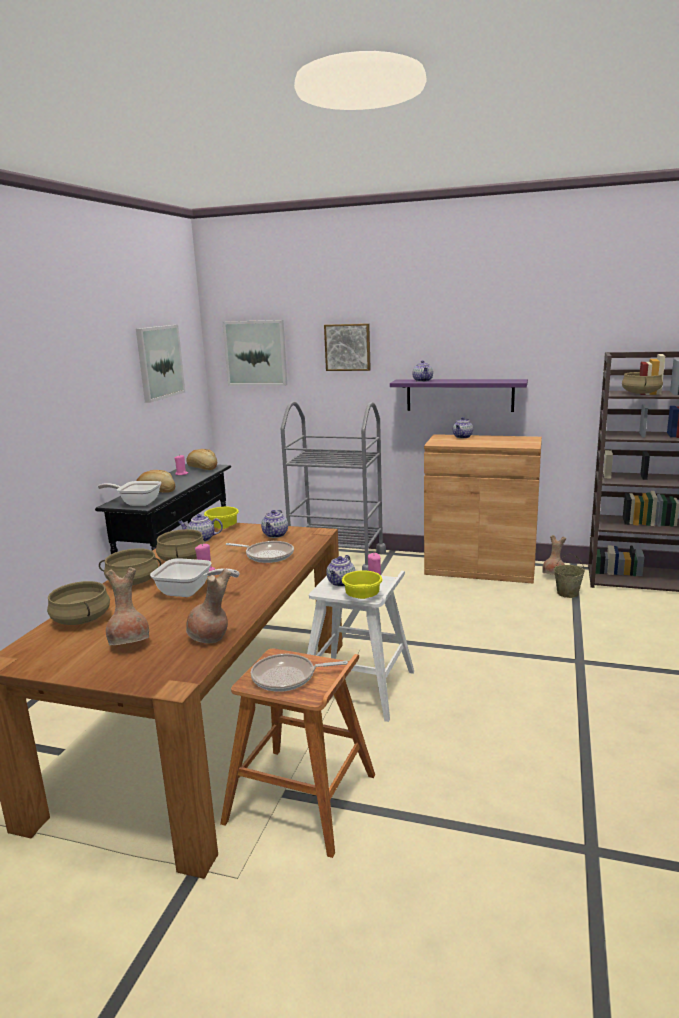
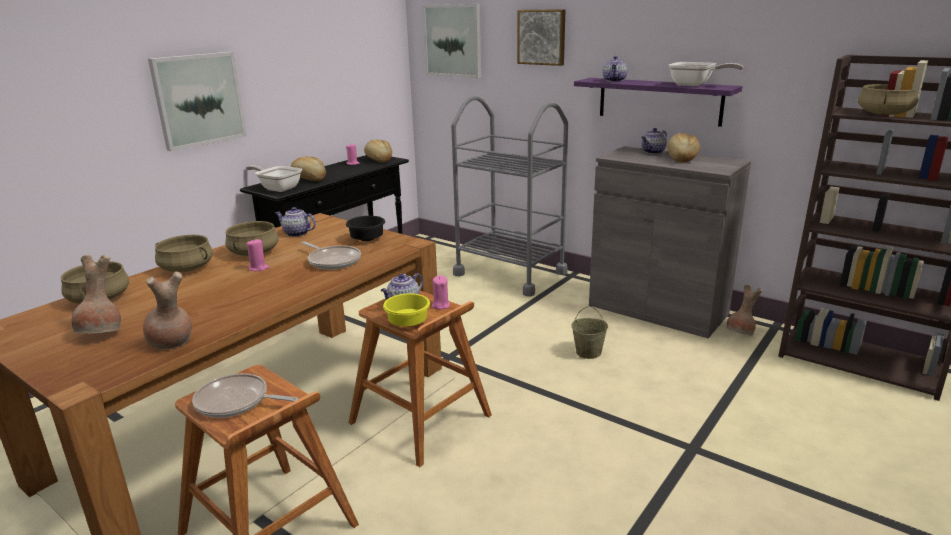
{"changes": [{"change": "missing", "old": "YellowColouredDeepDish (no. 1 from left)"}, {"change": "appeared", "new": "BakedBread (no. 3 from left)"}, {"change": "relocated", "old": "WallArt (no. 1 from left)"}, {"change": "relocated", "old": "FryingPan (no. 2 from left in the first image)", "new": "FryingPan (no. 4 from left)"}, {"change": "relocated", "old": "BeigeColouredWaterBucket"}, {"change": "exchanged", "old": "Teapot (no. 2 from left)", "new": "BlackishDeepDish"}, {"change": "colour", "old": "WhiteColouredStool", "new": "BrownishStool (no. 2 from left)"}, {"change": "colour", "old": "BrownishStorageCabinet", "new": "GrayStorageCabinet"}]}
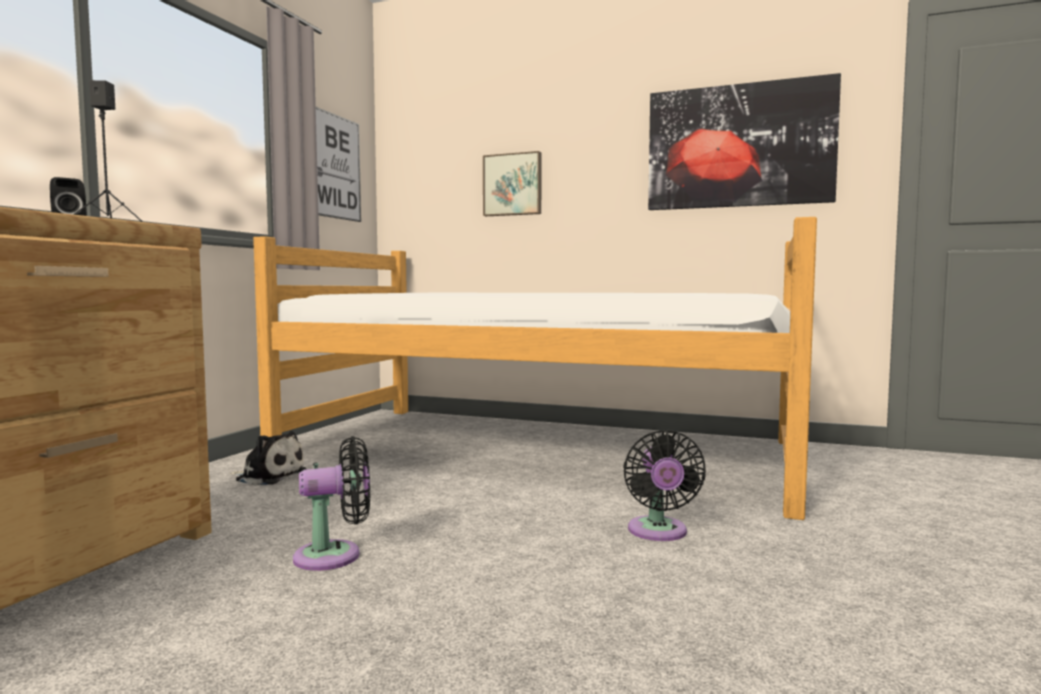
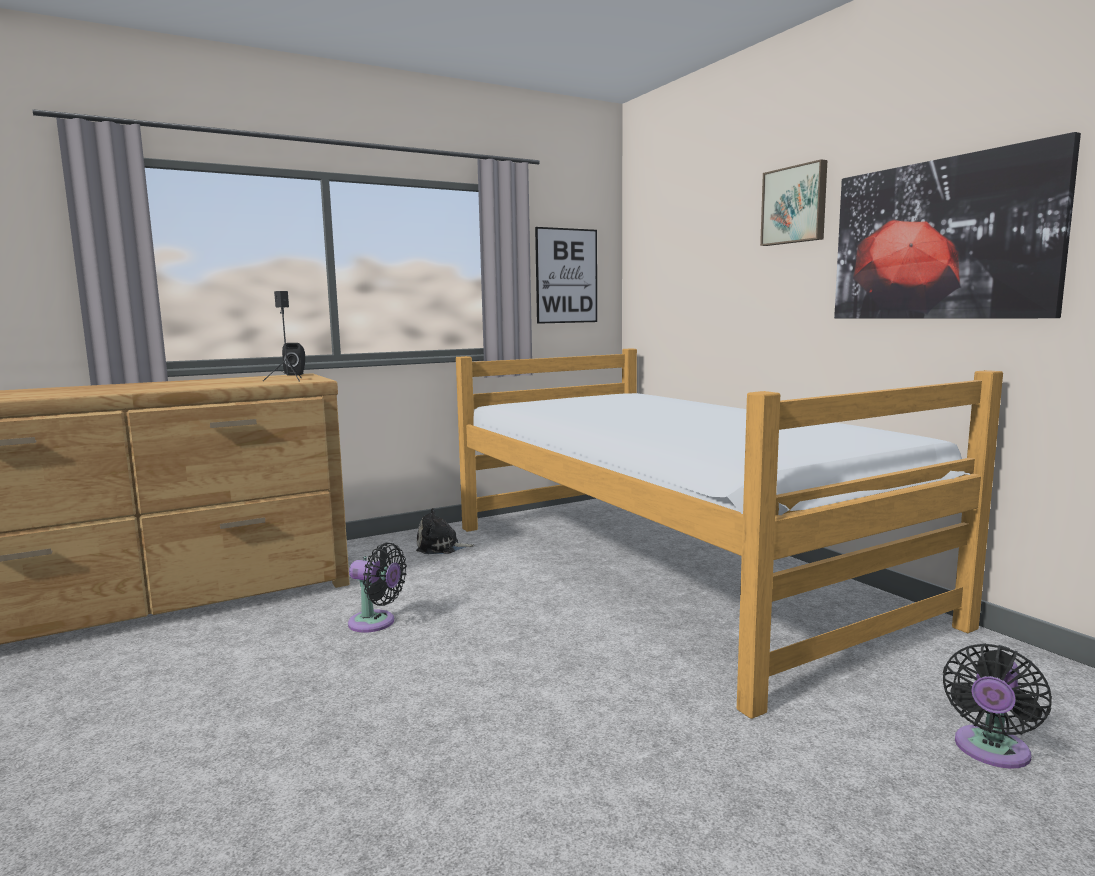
{"changes": [{"change": "relocated", "old": "WallArt (no. 2 from left)"}, {"change": "relocated", "old": "BlackishCoolingFan (no. 2 from left)"}, {"change": "spun", "old": "PlushToy", "degrees": 120}]}
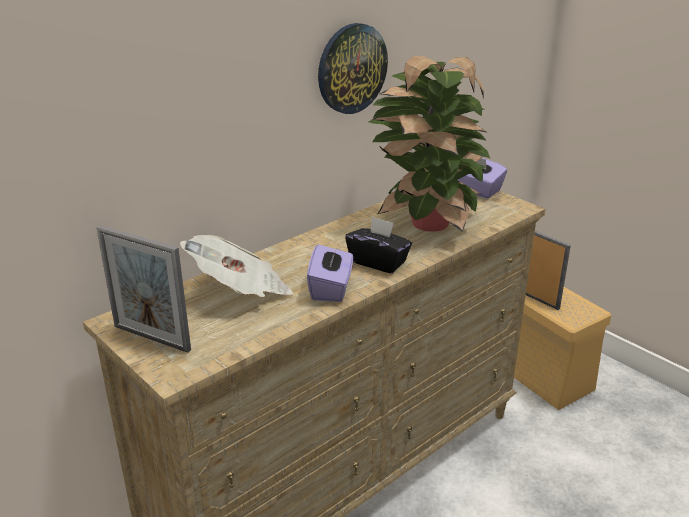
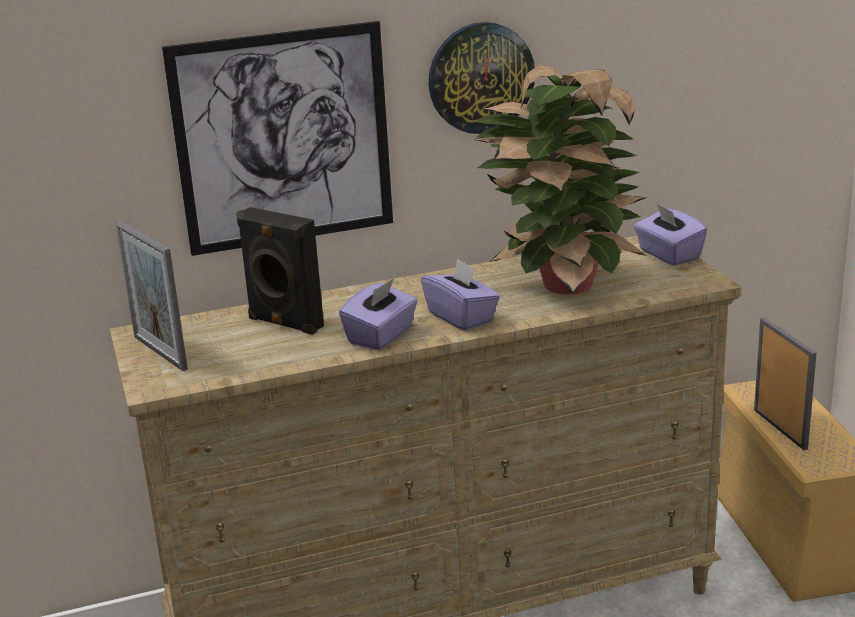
{"changes": [{"change": "appeared", "new": "WallArt"}, {"change": "exchanged", "old": "Newspaper", "new": "BlackishSpeaker"}, {"change": "colour", "old": "BlackishBoxOfTissues", "new": "PurplishBoxOfTissues (no. 2 from left)"}]}
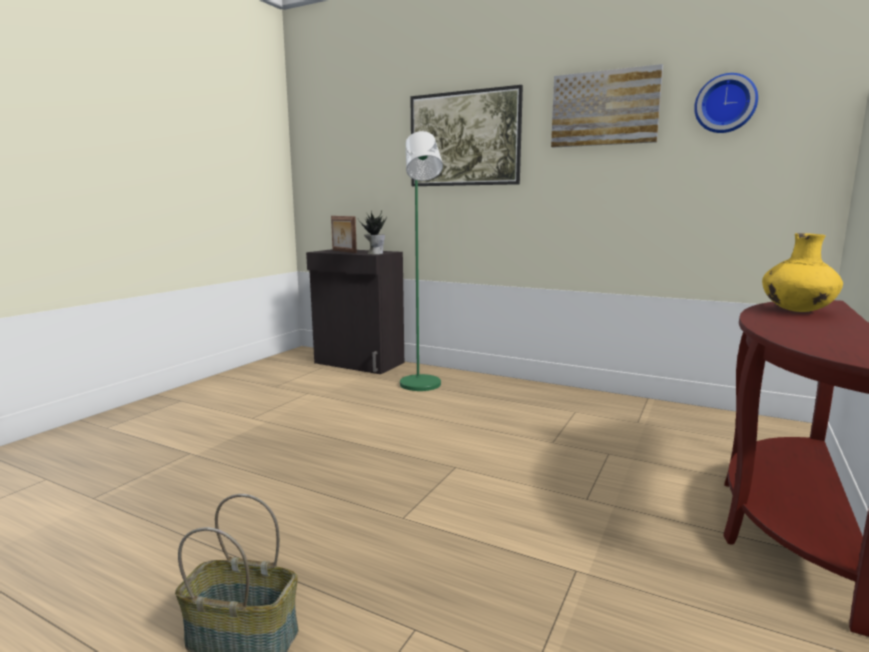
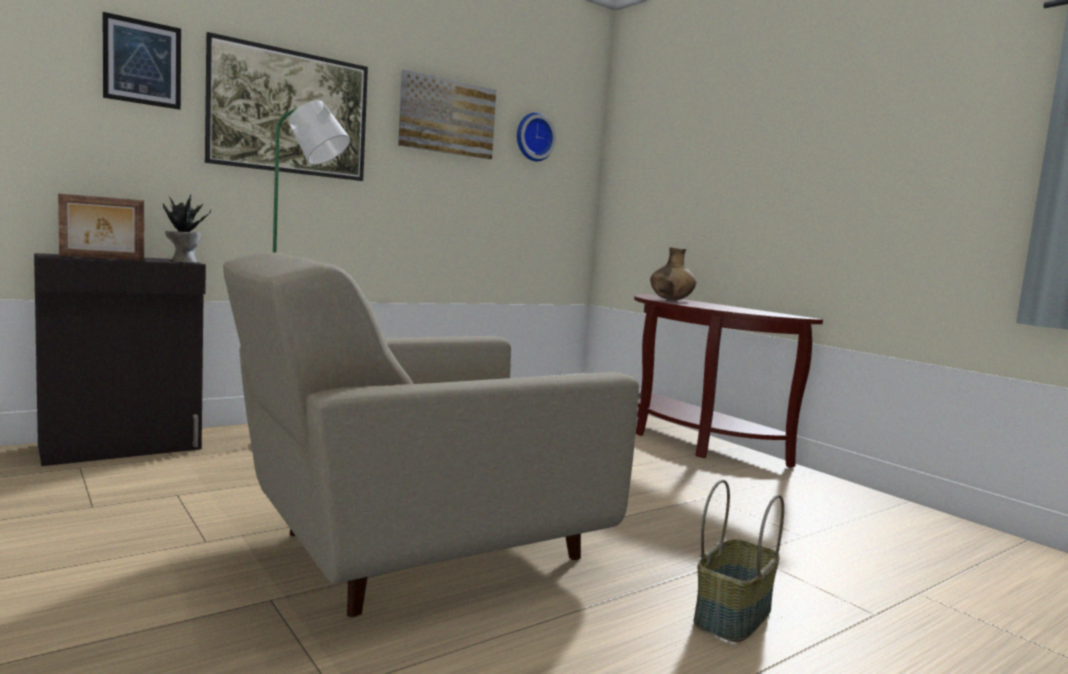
{"changes": [{"change": "appeared", "new": "WallArt (no. 1 from left)"}, {"change": "appeared", "new": "BeigeColouredArmchair"}, {"change": "colour", "old": "YellowColouredVase", "new": "BrownishVase"}]}
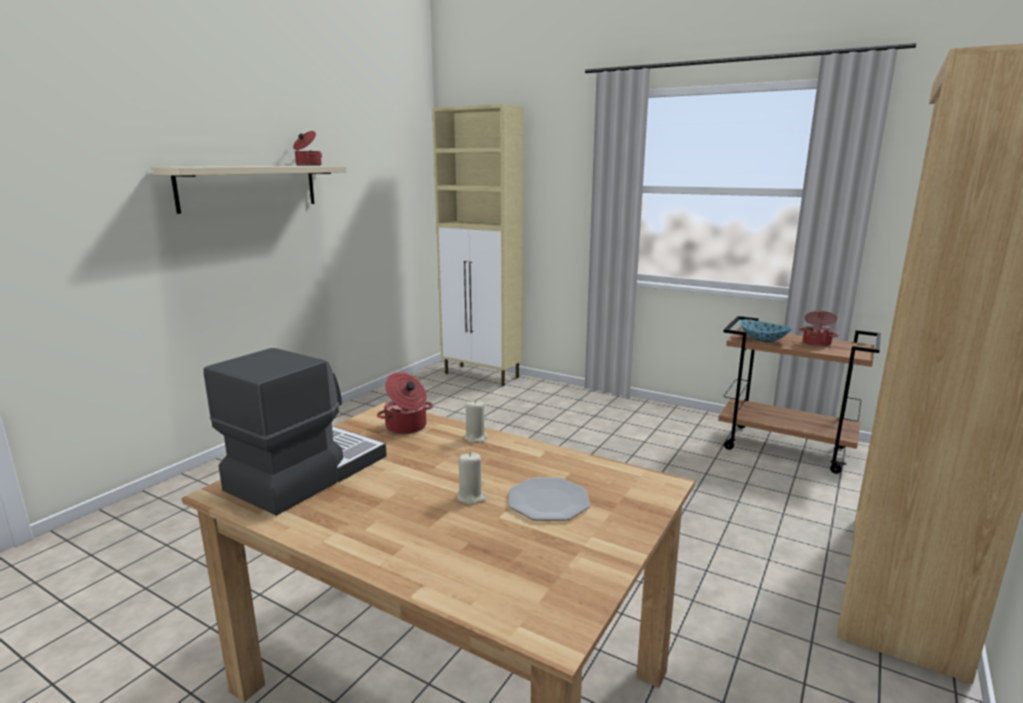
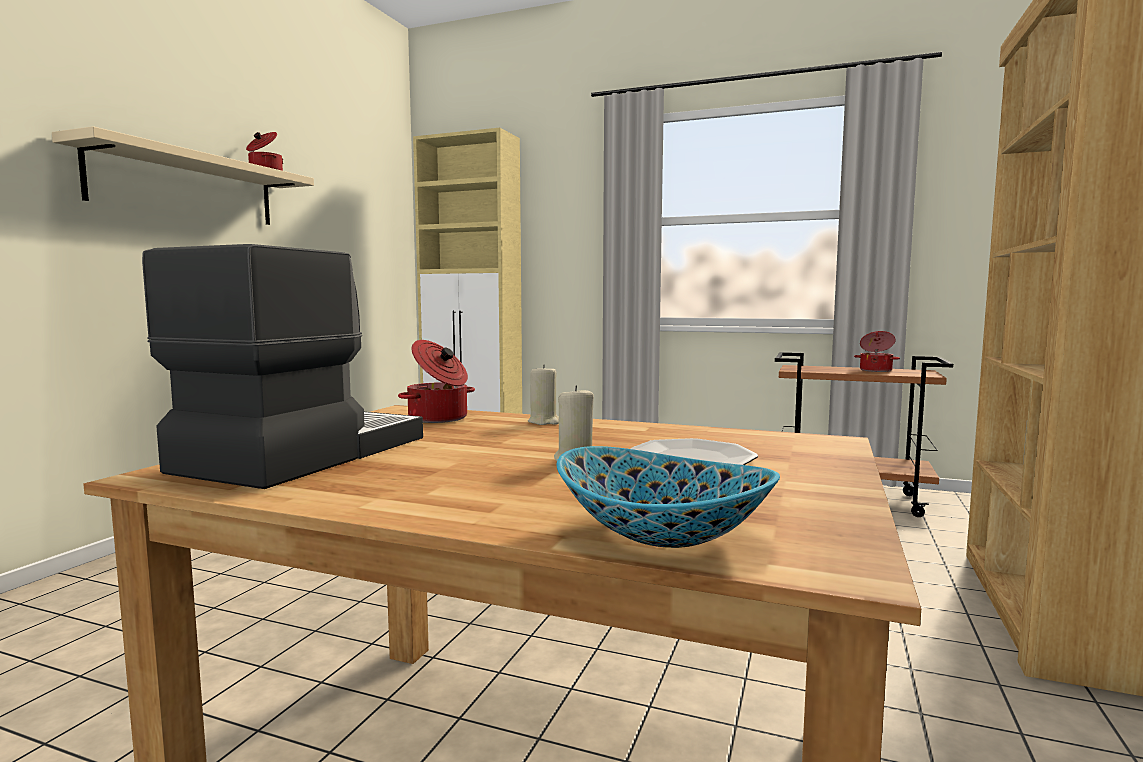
{"changes": [{"change": "relocated", "old": "DeepDish"}]}
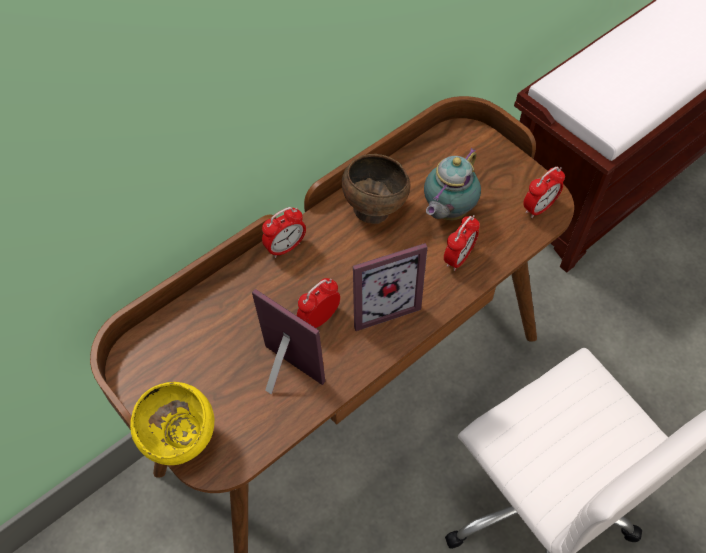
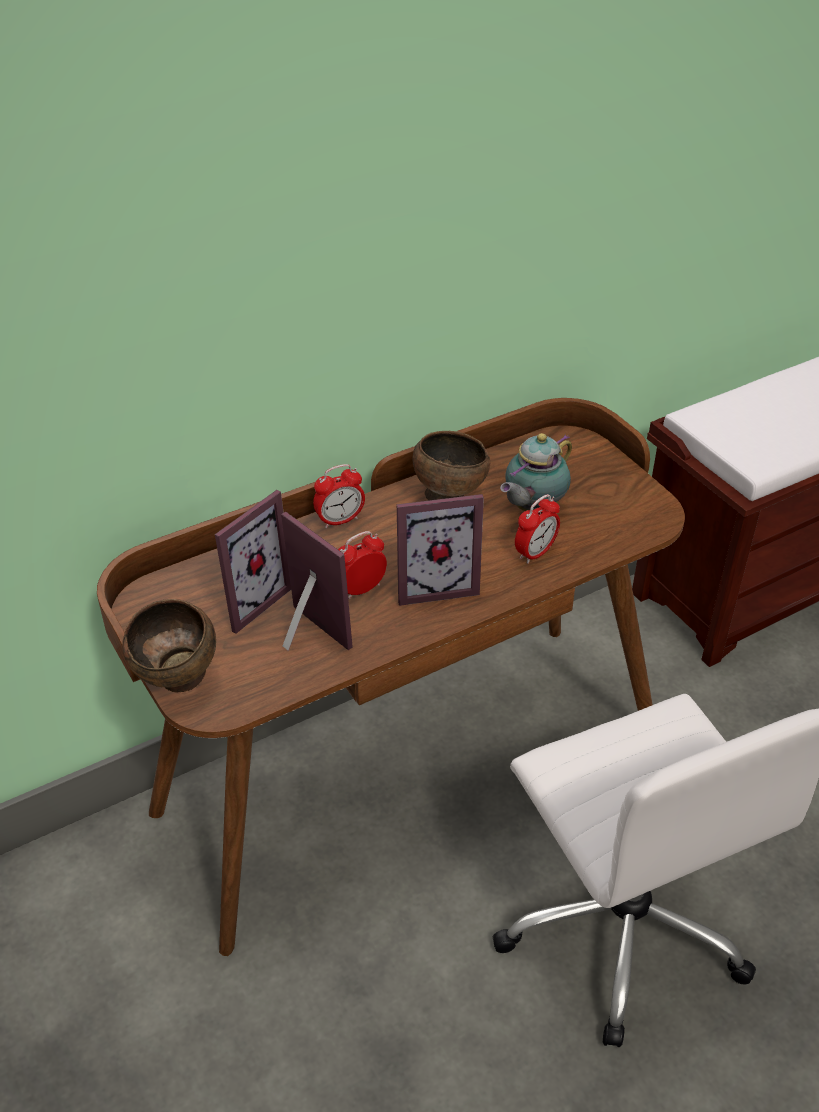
{"changes": [{"change": "missing", "old": "AlarmClock (no. 4 from left)"}, {"change": "appeared", "new": "StandingFrame (no. 1 from left)"}, {"change": "colour", "old": "YellowColouredDeepDish", "new": "BrownishDeepDish (no. 1 from left)"}]}
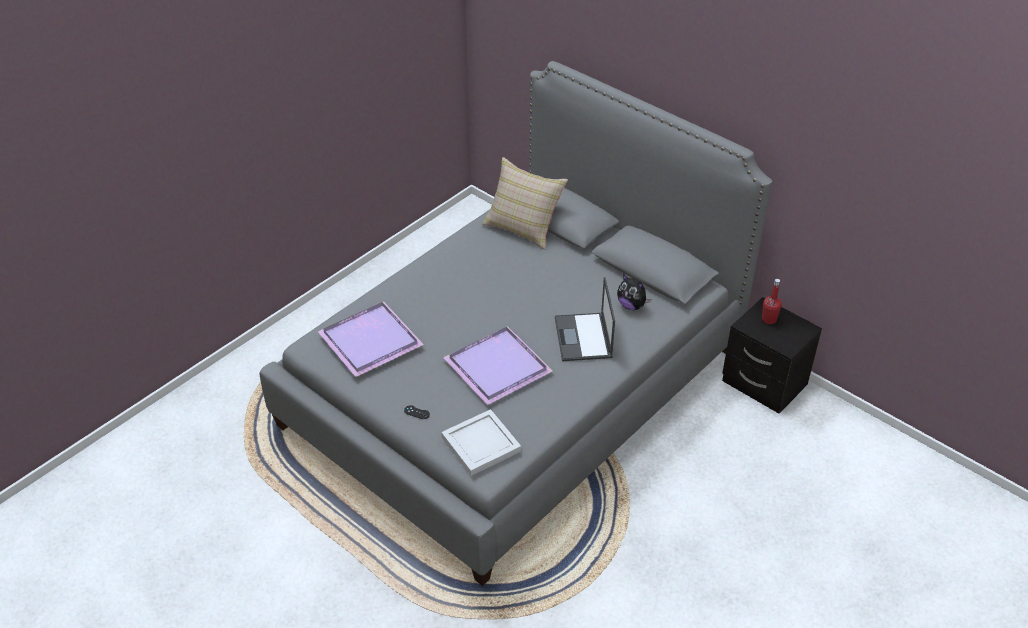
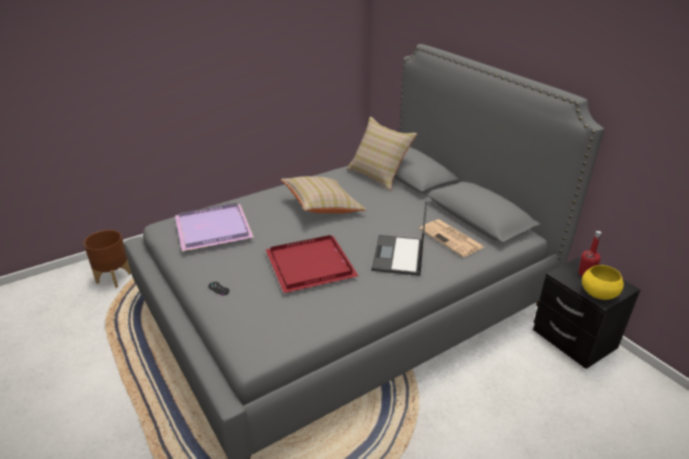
{"changes": [{"change": "missing", "old": "WhiteColouredTray"}, {"change": "appeared", "new": "BrownishPlantPot"}, {"change": "appeared", "new": "BeigeColouredThrowPillow (no. 1 from left)"}, {"change": "appeared", "new": "YellowColouredDeepDish"}, {"change": "exchanged", "old": "PlushToy", "new": "Newspaper"}, {"change": "colour", "old": "PurplishTray (no. 2 from left)", "new": "ReddishTray"}]}
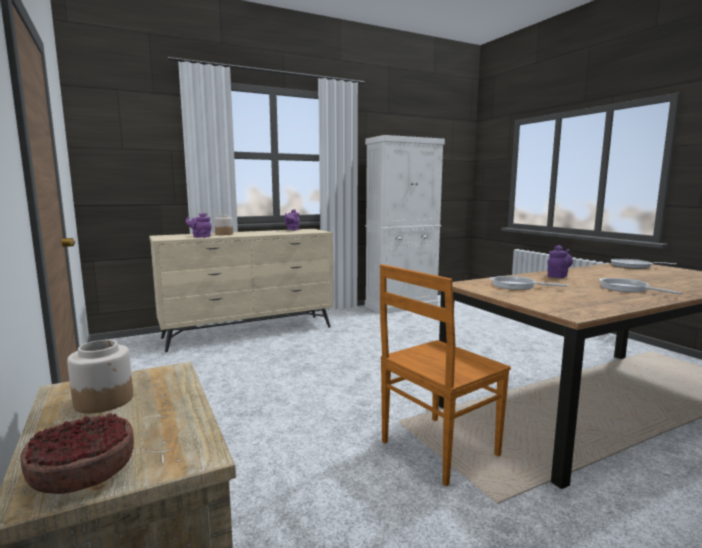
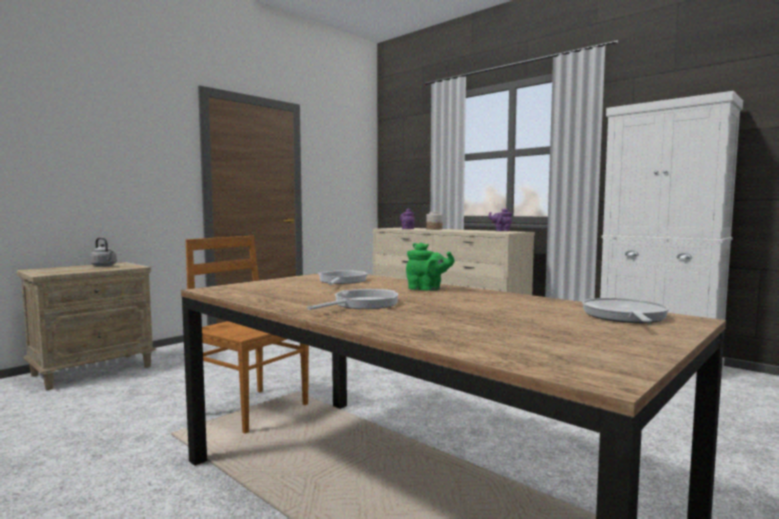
{"changes": [{"change": "missing", "old": "DeepDish"}, {"change": "exchanged", "old": "StorageJar (no. 1 from left)", "new": "GrayKettle"}, {"change": "colour", "old": "PurplishTeapot (no. 3 from left)", "new": "GreenTeapot"}]}
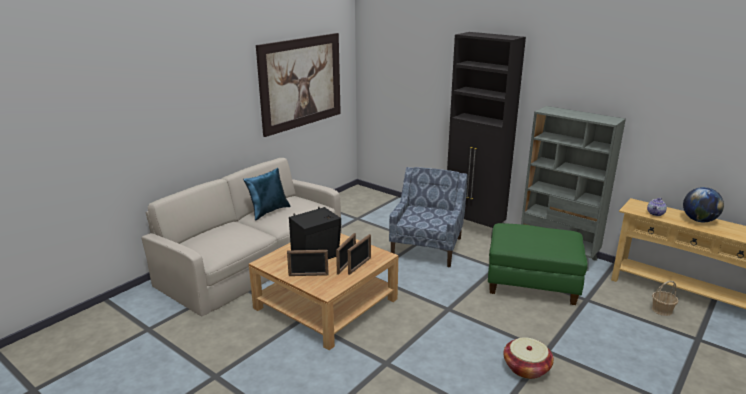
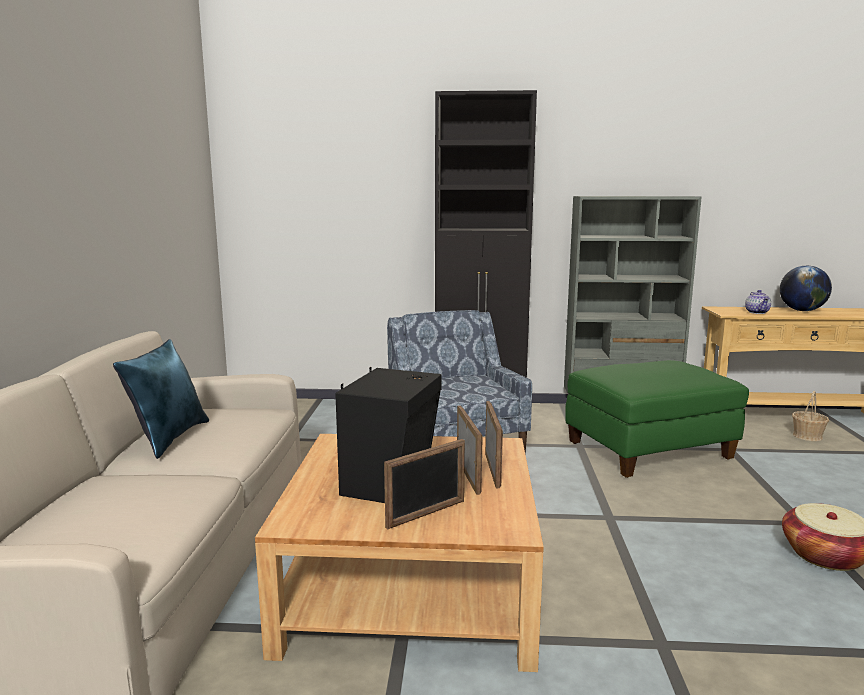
{"changes": [{"change": "missing", "old": "WallArt"}]}
